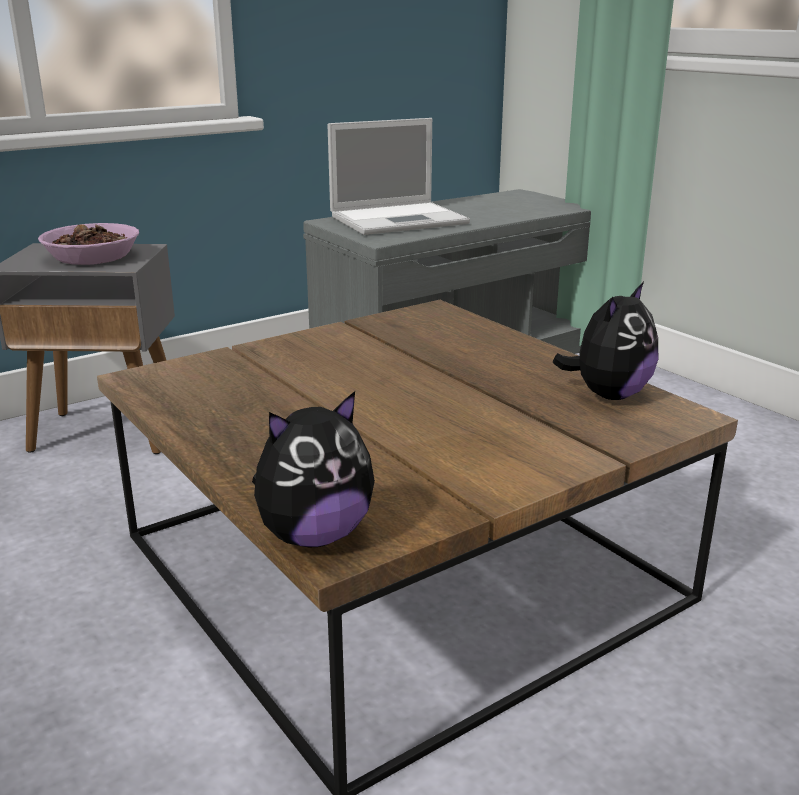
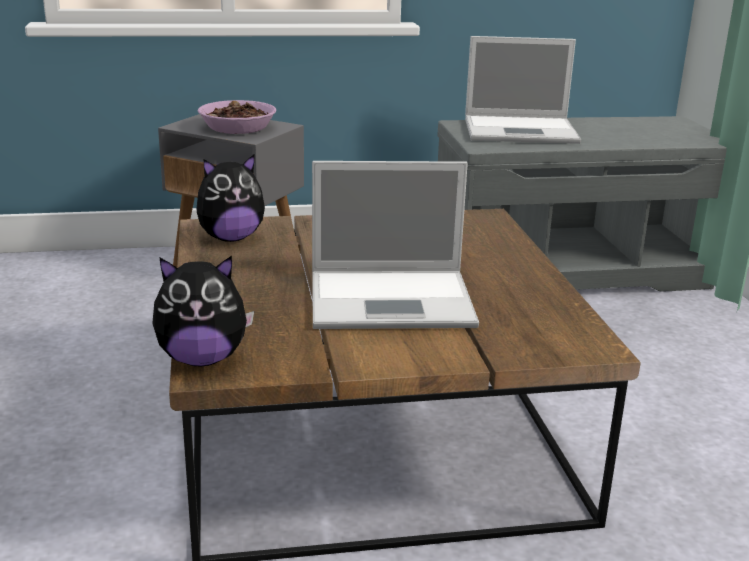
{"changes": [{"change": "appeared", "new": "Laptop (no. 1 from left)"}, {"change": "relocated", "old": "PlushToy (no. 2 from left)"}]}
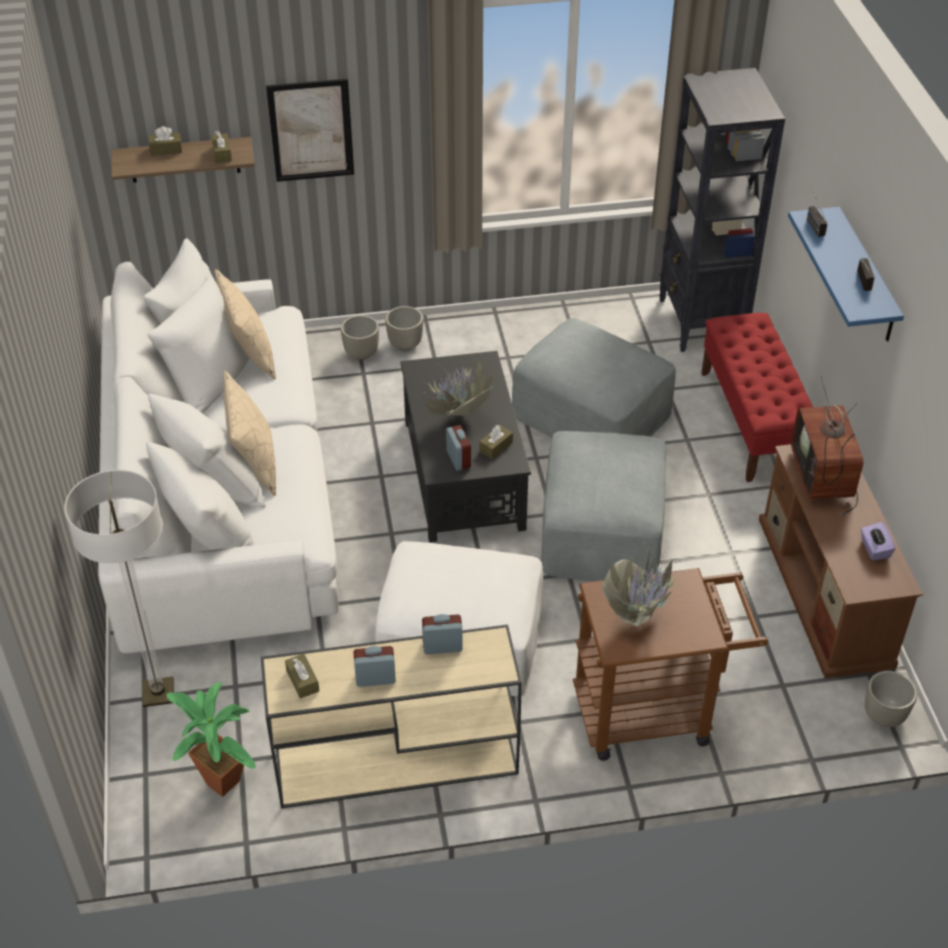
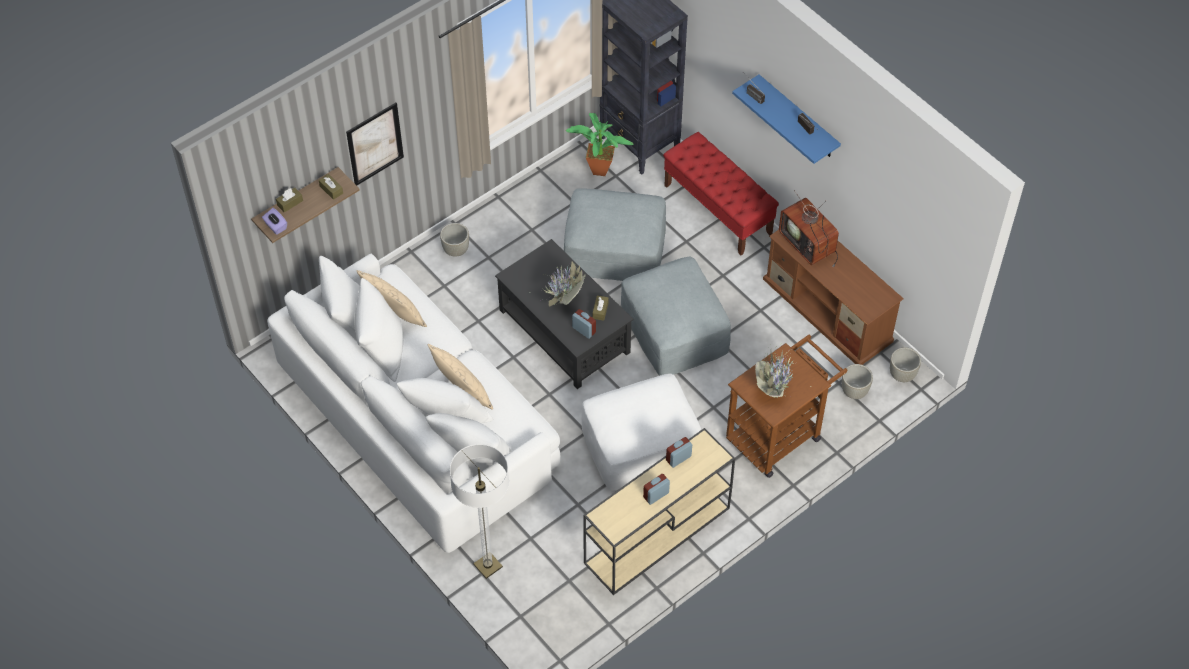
{"changes": [{"change": "missing", "old": "BrownishBoxOfTissues (no. 3 from left)"}, {"change": "relocated", "old": "PlantInAPot (no. 1 from left in the first image)", "new": "PlantInAPot (no. 2 from left)"}, {"change": "relocated", "old": "GrayPlantPot (no. 1 from left in the first image)", "new": "GrayPlantPot (no. 2 from left)"}, {"change": "relocated", "old": "PurplishBoxOfTissues"}]}
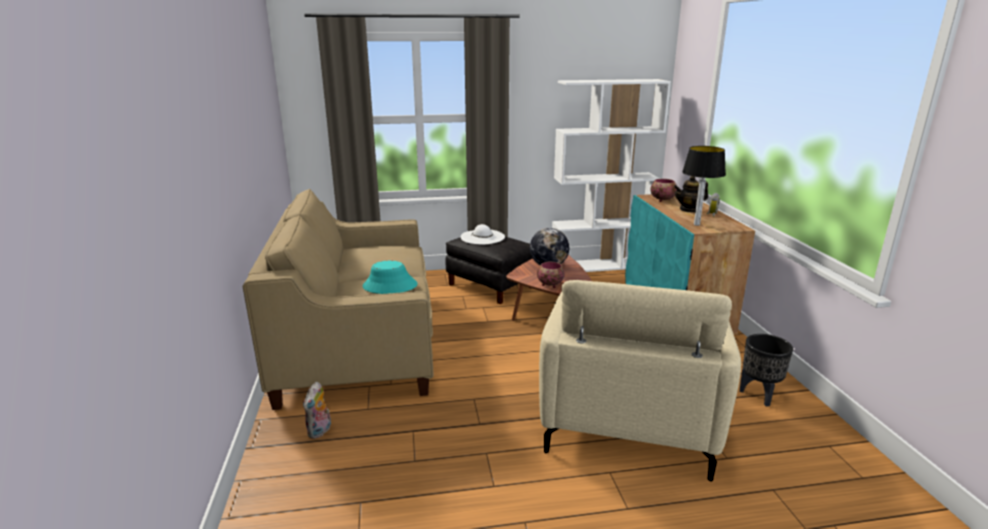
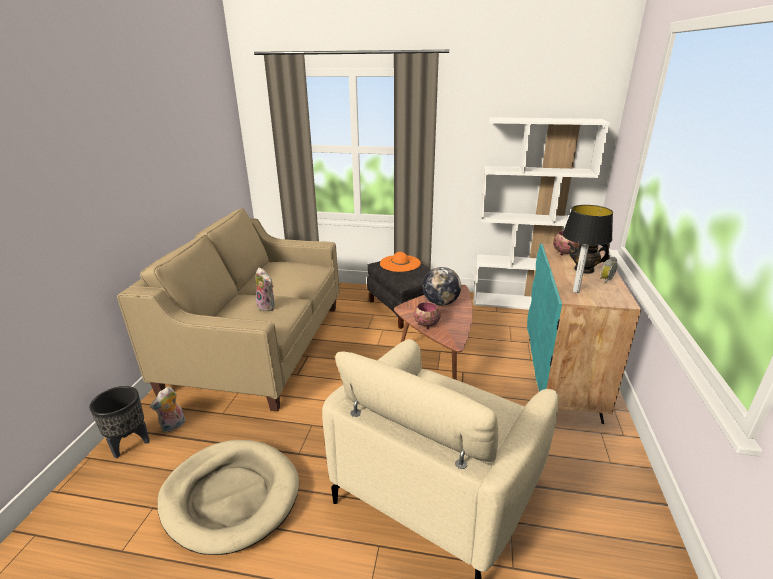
{"changes": [{"change": "appeared", "new": "BeigeColouredDogBed"}, {"change": "relocated", "old": "BlackishPlantPot"}, {"change": "exchanged", "old": "BlueGreenWearableHat", "new": "PlushToy (no. 2 from left)"}, {"change": "colour", "old": "WhiteColouredWearableHat", "new": "OrangeyWearableHat"}]}
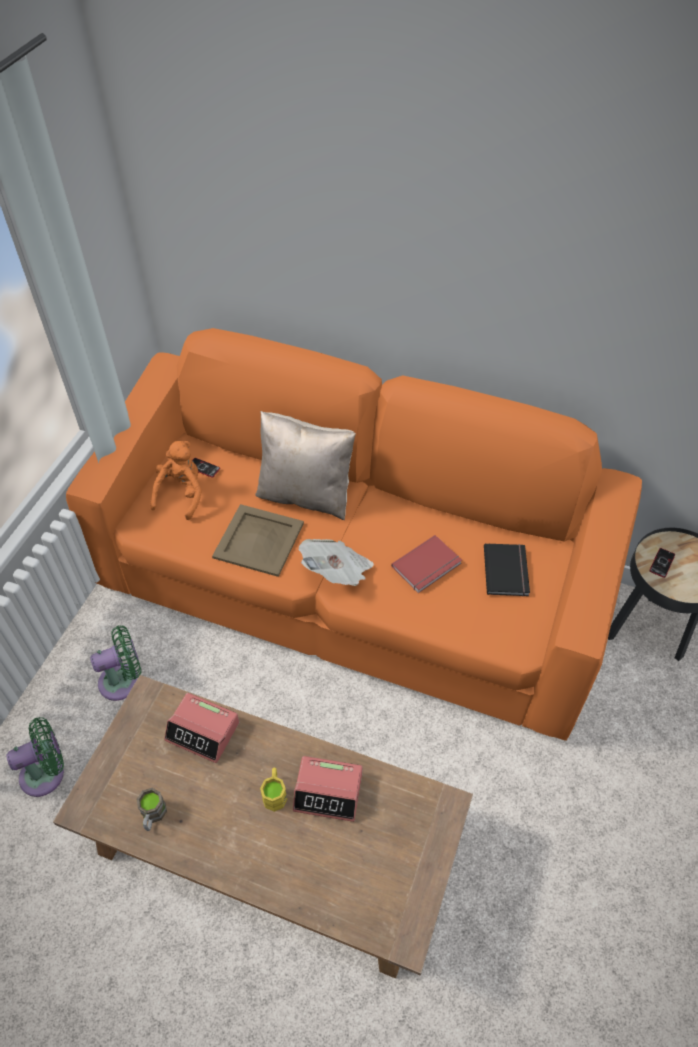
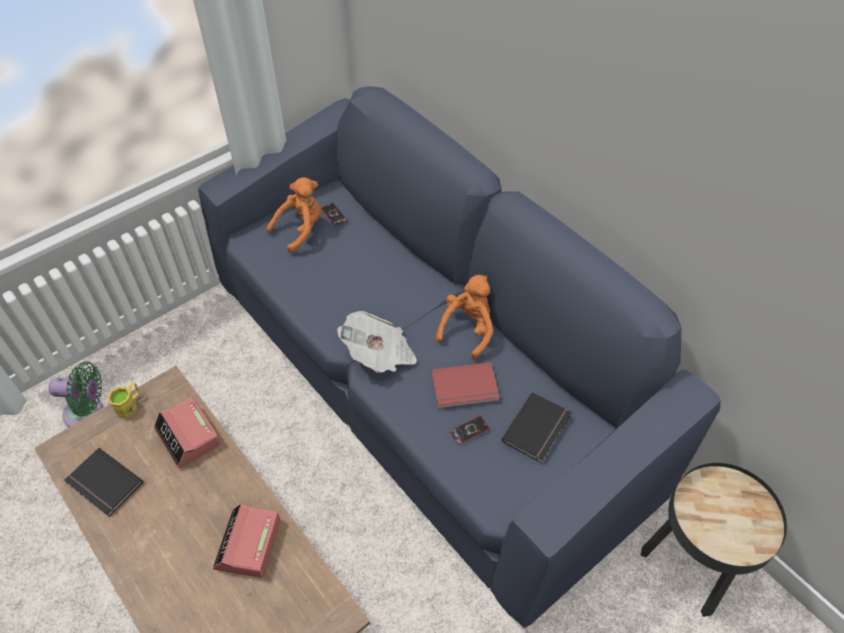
{"changes": [{"change": "missing", "old": "GreenCoolingFan (no. 2 from left)"}, {"change": "missing", "old": "BeigeColouredTray"}, {"change": "missing", "old": "BeigeColouredThrowPillow"}, {"change": "appeared", "new": "OrangeyPlushToy (no. 2 from left)"}, {"change": "relocated", "old": "YellowColouredCoffeeMug"}, {"change": "relocated", "old": "Handset (no. 2 from left)"}, {"change": "exchanged", "old": "BrownishCoffeeMug", "new": "BlackishBoundBook (no. 1 from left)"}, {"change": "colour", "old": "OrangeySettee", "new": "BlueColouredSettee"}, {"change": "spun", "old": "AlarmClock (no. 2 from left)", "degrees": 60}]}
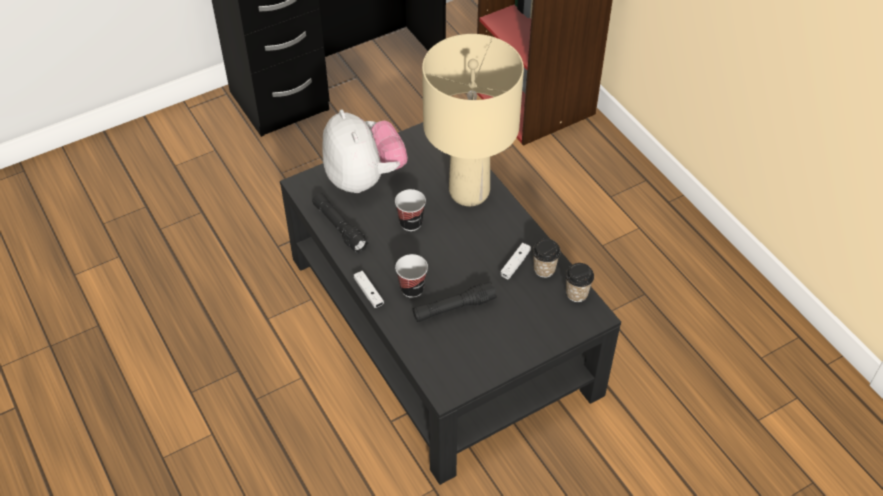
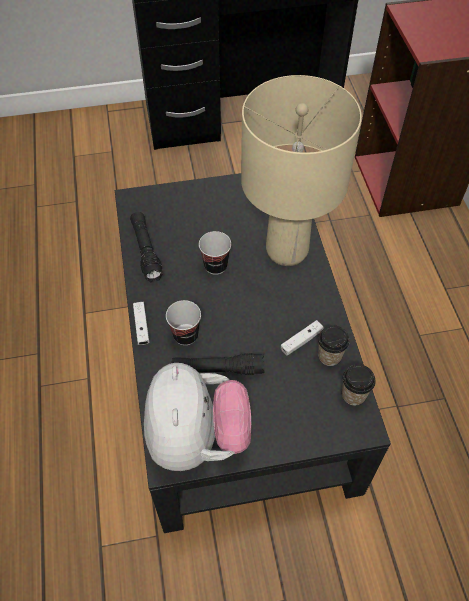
{"changes": [{"change": "relocated", "old": "PlushToy"}]}
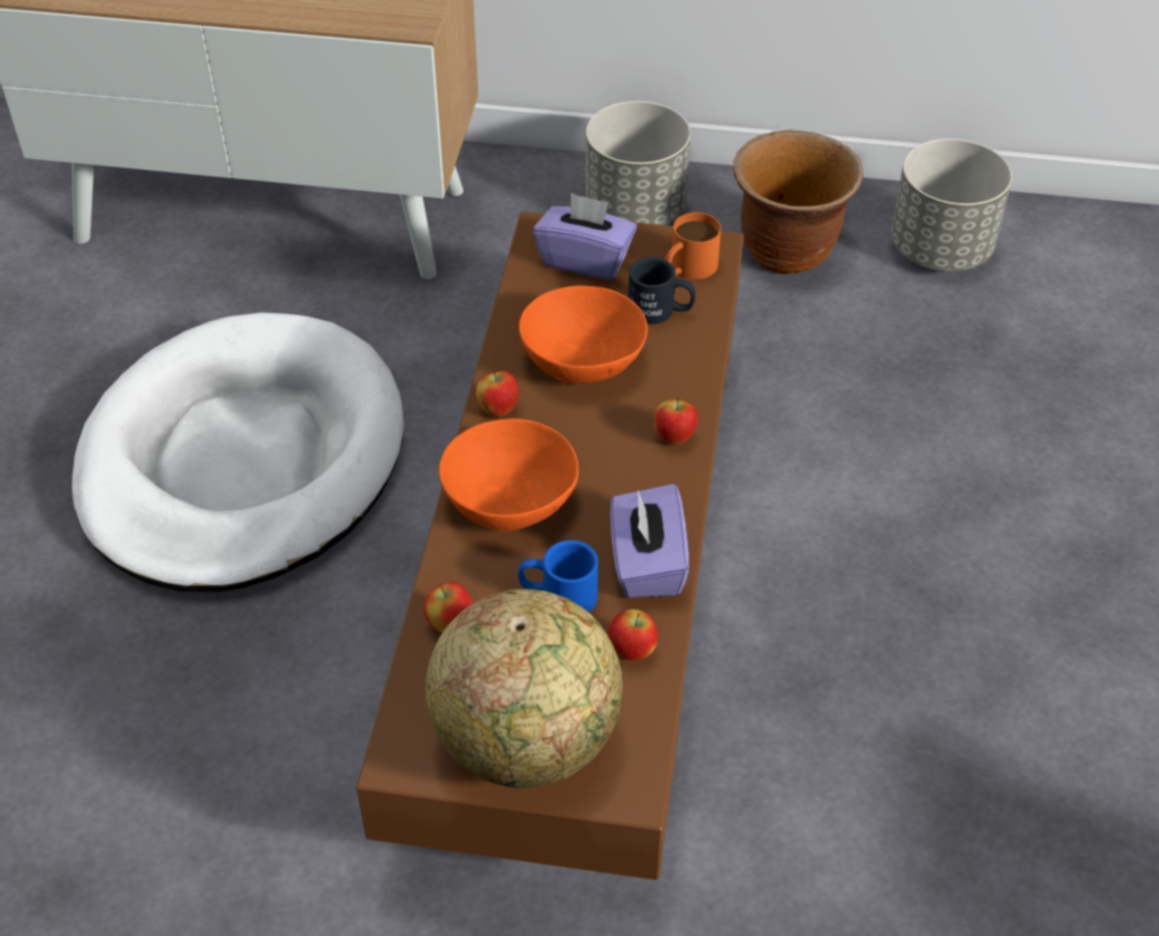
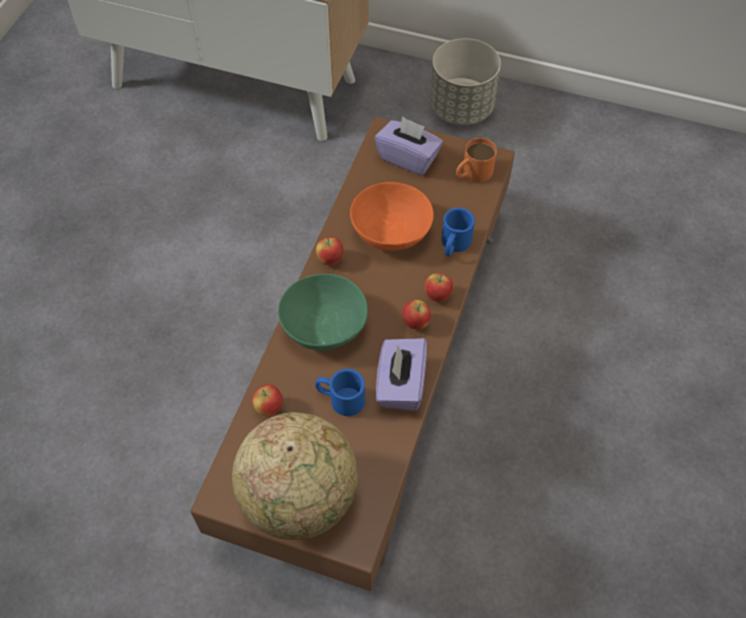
{"changes": [{"change": "missing", "old": "WhiteColouredDogBed"}, {"change": "missing", "old": "BlackishCoffeeMug"}, {"change": "missing", "old": "BrownishPlantPot"}, {"change": "missing", "old": "GrayPlantPot (no. 2 from left)"}, {"change": "appeared", "new": "BlueColouredCoffeeMug (no. 2 from left)"}, {"change": "relocated", "old": "Apple (no. 3 from left)"}, {"change": "colour", "old": "OrangeyDeepDish (no. 1 from left)", "new": "GreenDeepDish"}]}
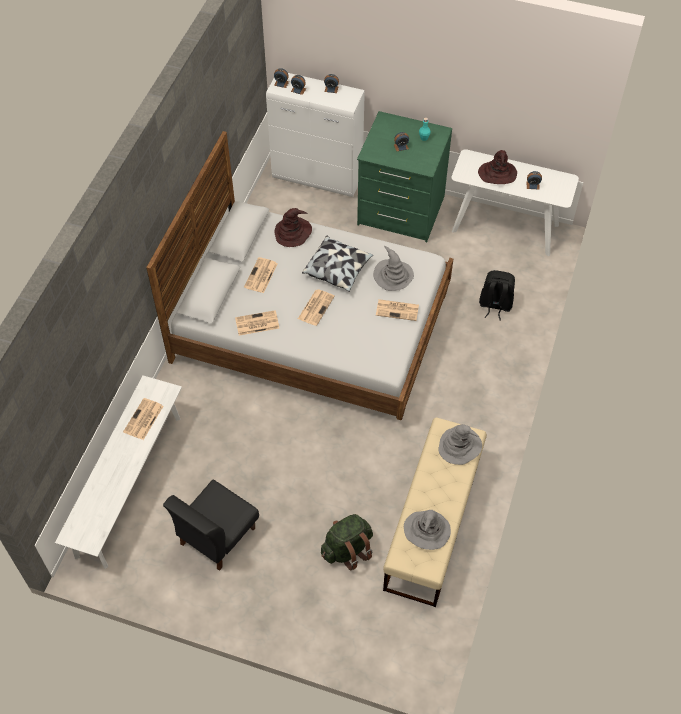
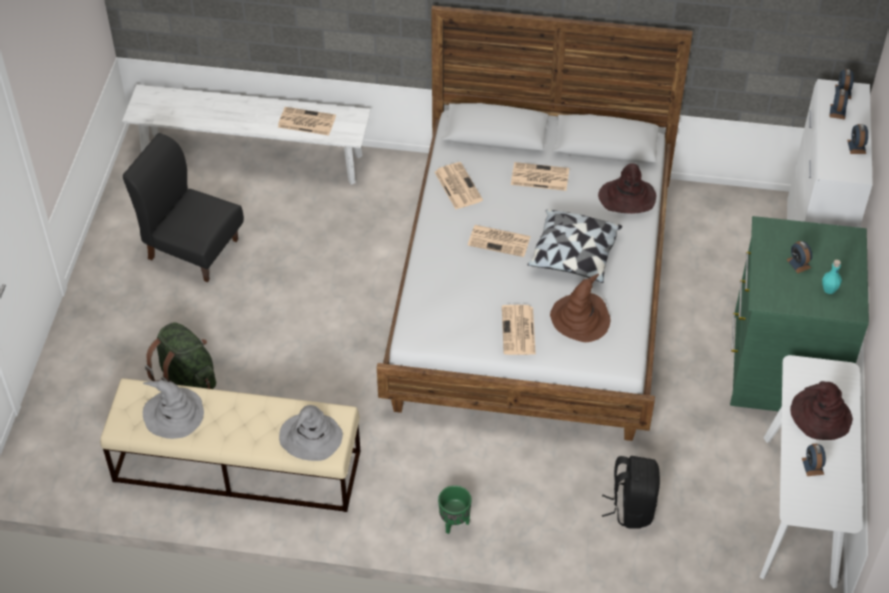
{"changes": [{"change": "appeared", "new": "GreenPlantPot"}, {"change": "colour", "old": "GrayWearableHat (no. 1 from left)", "new": "BrownishWearableHat (no. 1 from left)"}]}
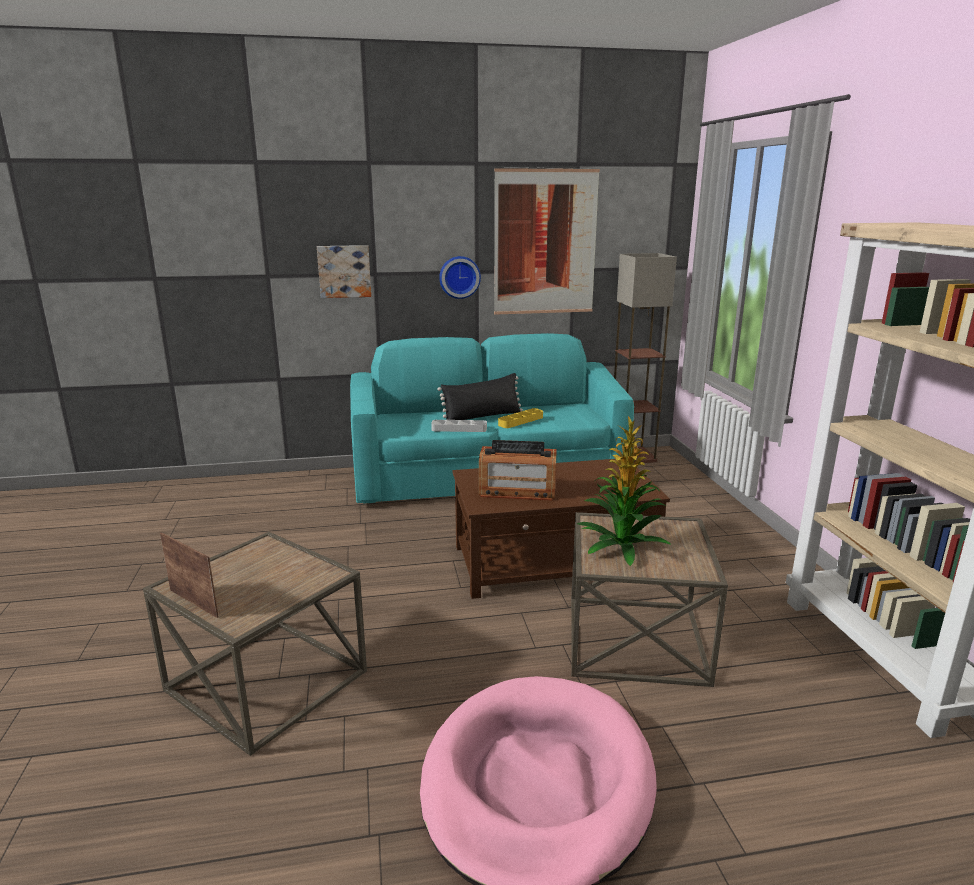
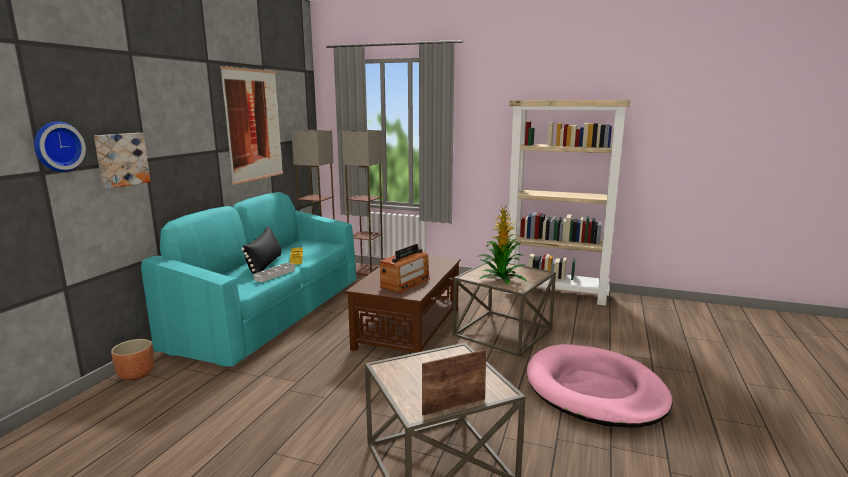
{"changes": [{"change": "appeared", "new": "BrownishPlantPot"}, {"change": "appeared", "new": "StandingLamp (no. 2 from left)"}, {"change": "relocated", "old": "HangingClock"}]}
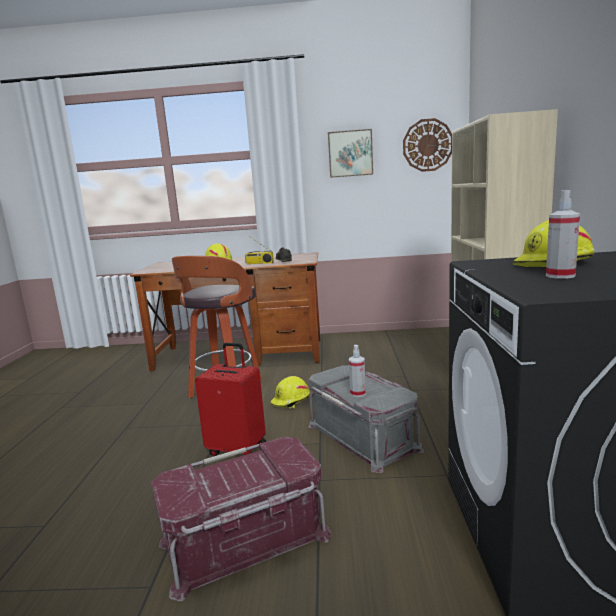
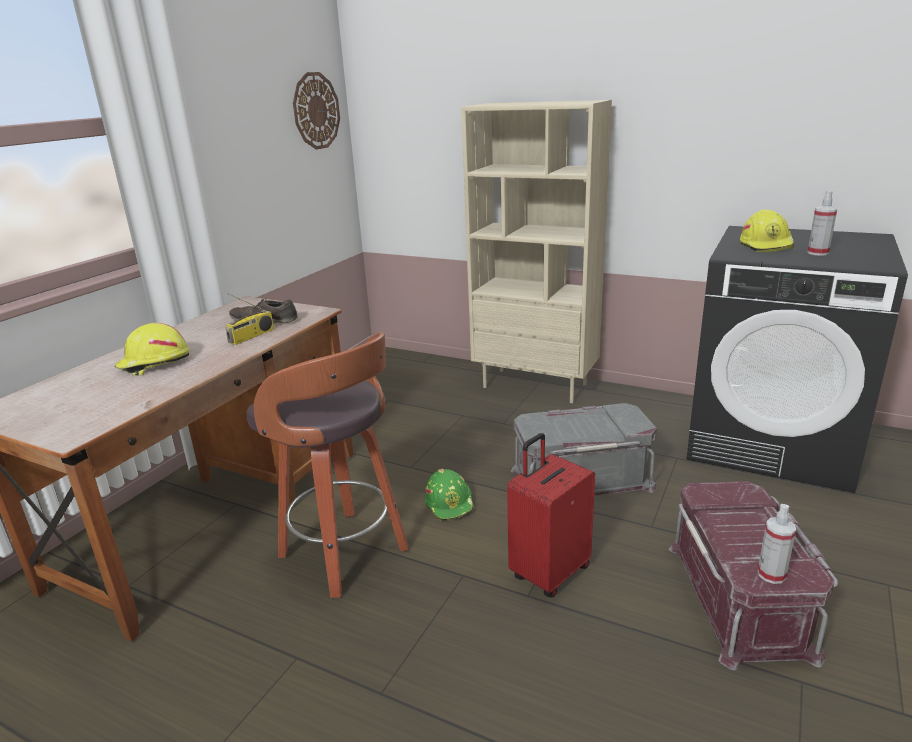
{"changes": [{"change": "missing", "old": "WallArt"}, {"change": "relocated", "old": "Sprayer (no. 1 from left)"}, {"change": "colour", "old": "YellowColouredWorkHelmet (no. 2 from left)", "new": "GreenWorkHelmet"}]}
